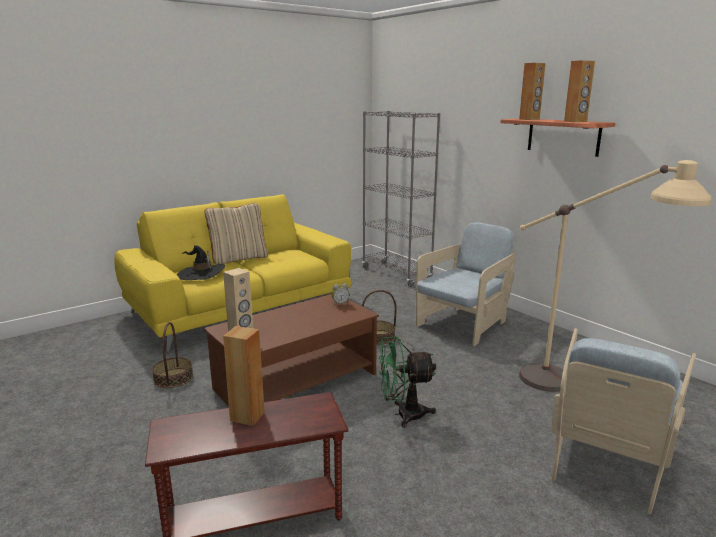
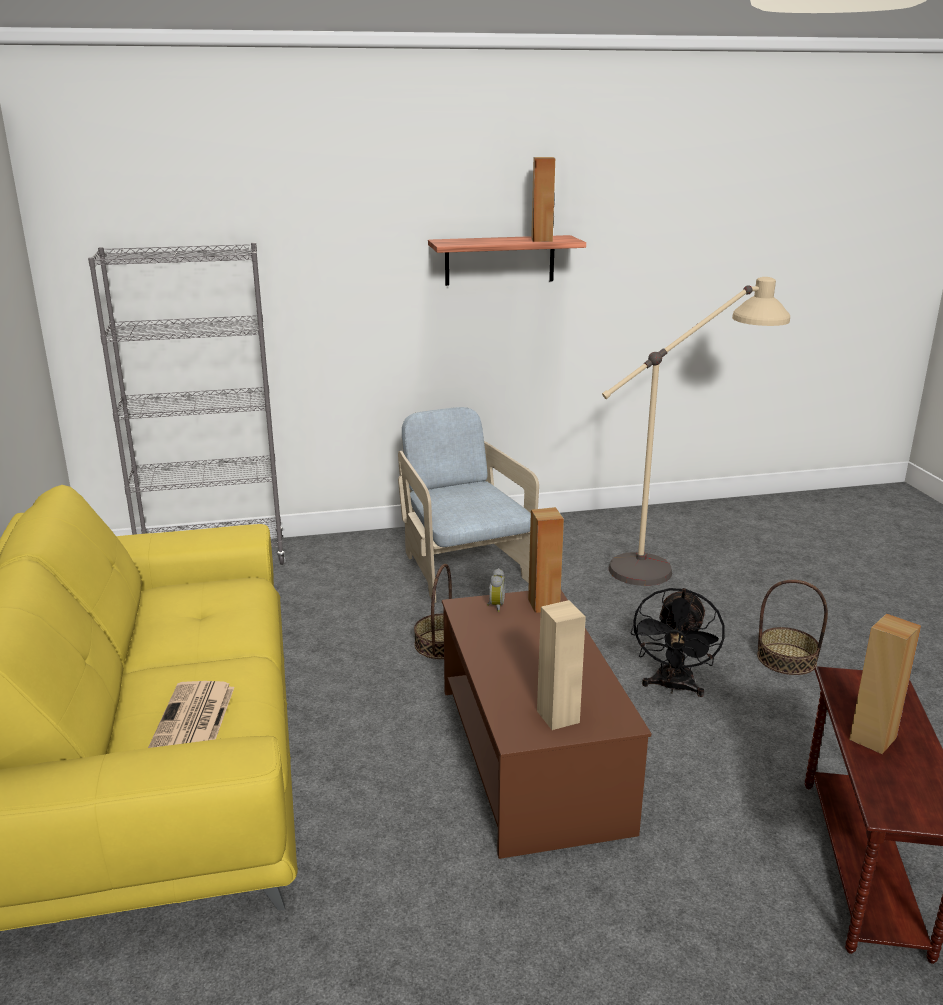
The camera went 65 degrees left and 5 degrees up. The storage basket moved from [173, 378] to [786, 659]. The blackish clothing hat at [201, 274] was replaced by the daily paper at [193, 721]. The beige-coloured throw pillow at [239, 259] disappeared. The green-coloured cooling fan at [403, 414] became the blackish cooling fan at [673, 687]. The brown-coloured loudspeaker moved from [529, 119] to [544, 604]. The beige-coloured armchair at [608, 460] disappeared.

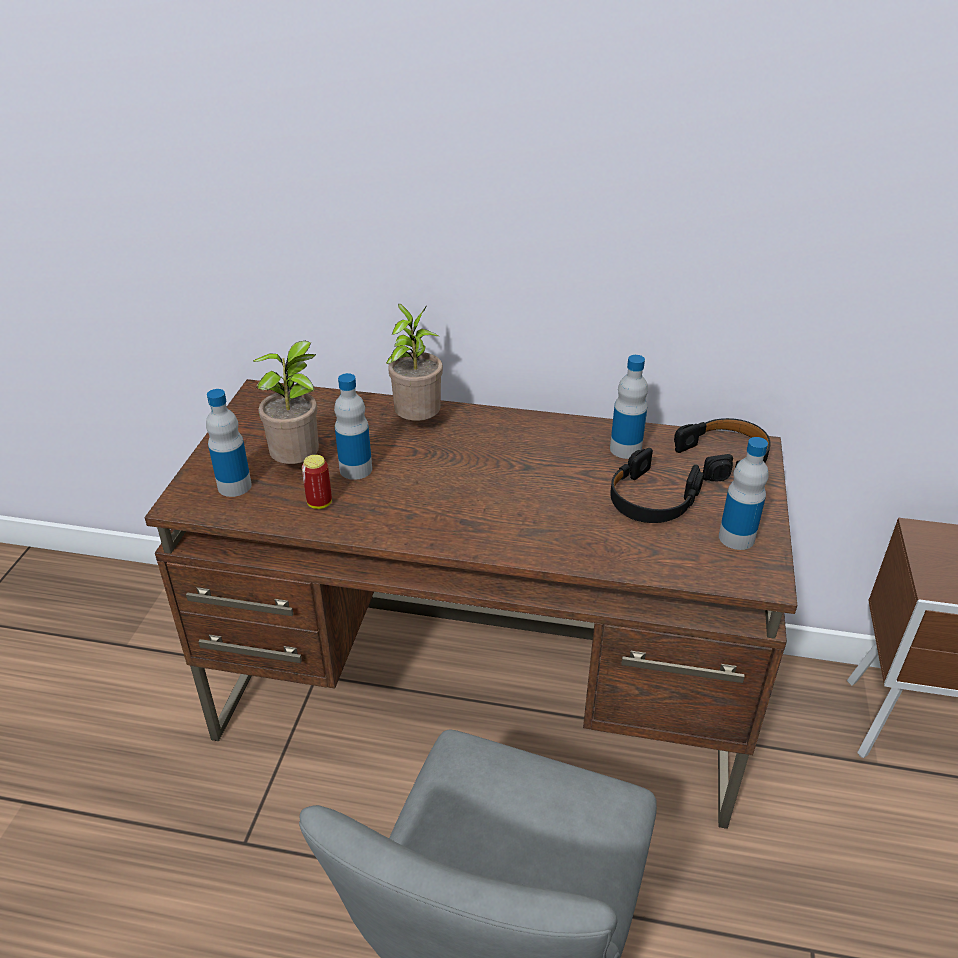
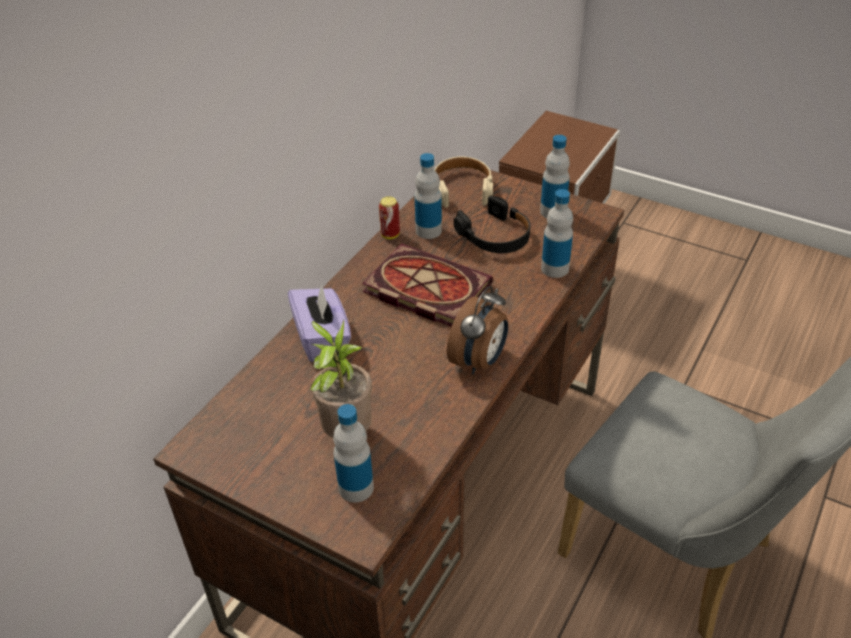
The camera went 70 degrees left and 5 degrees up. The metal can moved from [319, 503] to [390, 235]. The drink bottle moved from [356, 469] to [555, 268]. The potted plant at [417, 422] was replaced by the purple-coloured tissue holder at [322, 338]. The blackish pair of headphones at [724, 457] became the beige-coloured pair of headphones at [462, 188]. The bound book at [423, 289] appeared. The bedside clock at [479, 361] appeared.

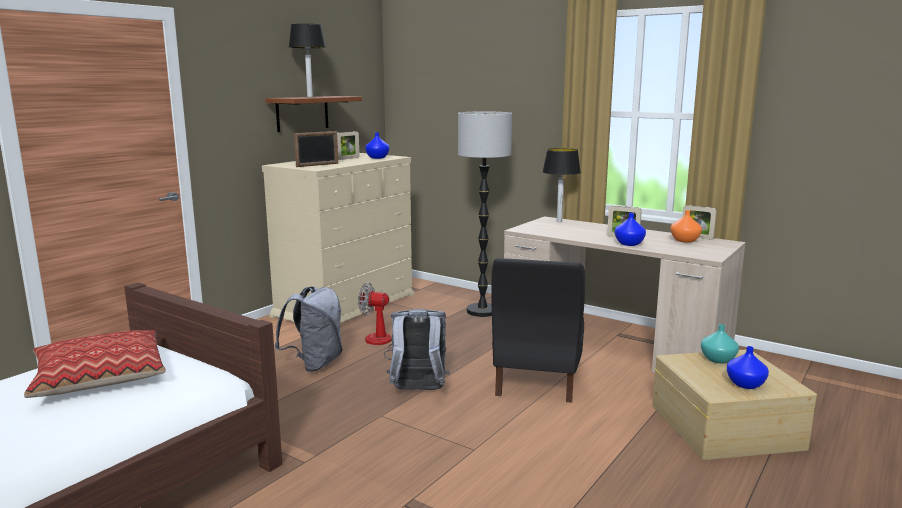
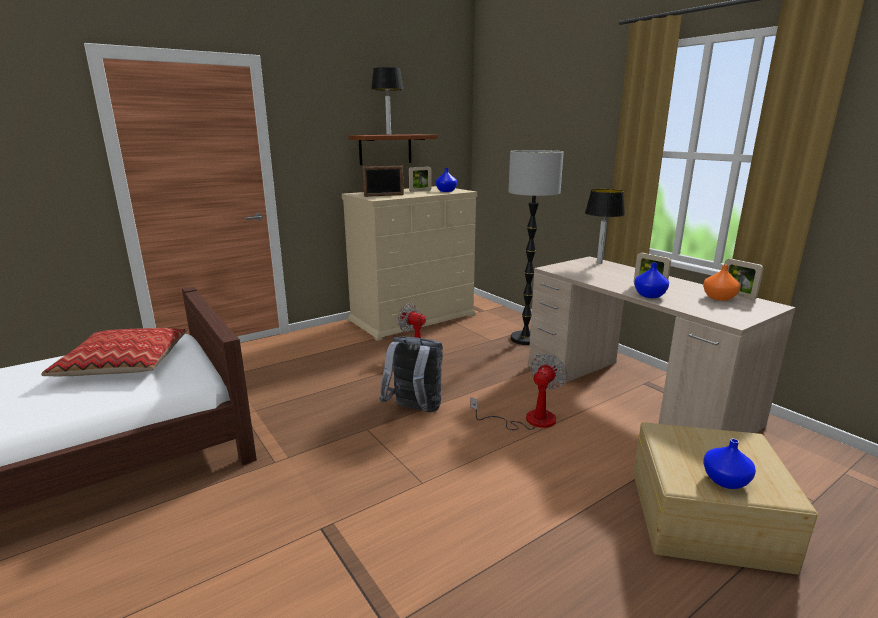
The camera went 20 degrees right and 5 degrees up. The gray knapsack at [315, 364] disappeared. The blackish plain chair at [536, 381] was replaced by the cooling fan at [529, 420]. The turquoise vase at [717, 359] disappeared.

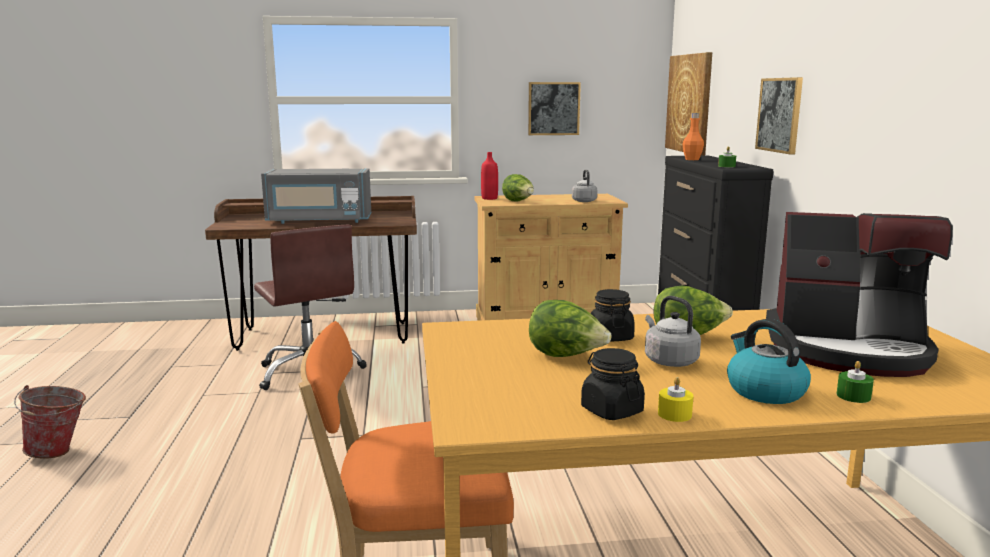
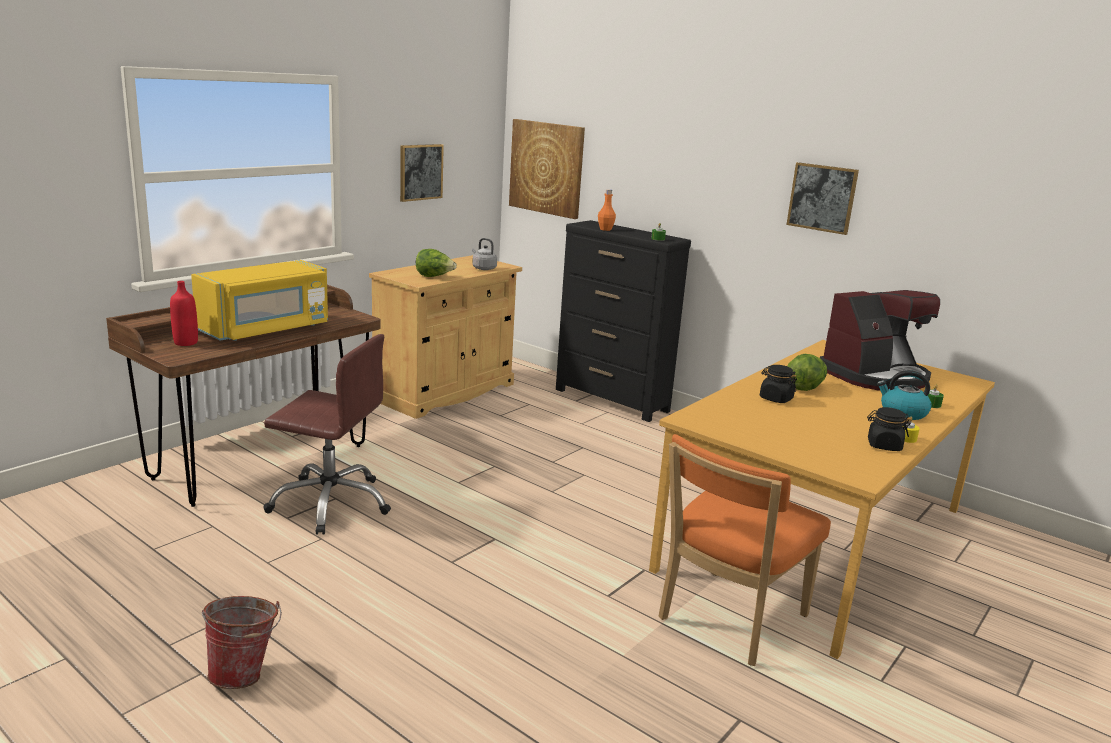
The camera went 45 degrees left and 5 degrees up. The gray kitchen microwave at [319, 221] became the yellow-coloured kitchen microwave at [266, 329]. The red drink bottle moved from [489, 198] to [186, 343]. The lettuce at [566, 356] disappeared. The gray kettle at [668, 360] disappeared. The wall picture moved from [780, 115] to [822, 198].

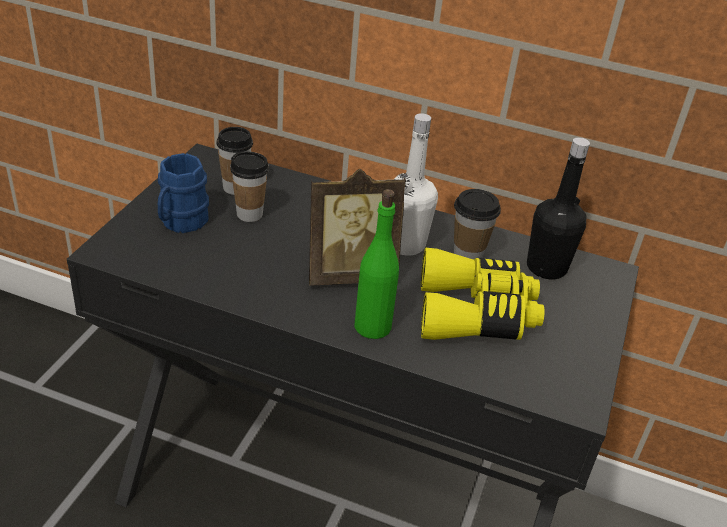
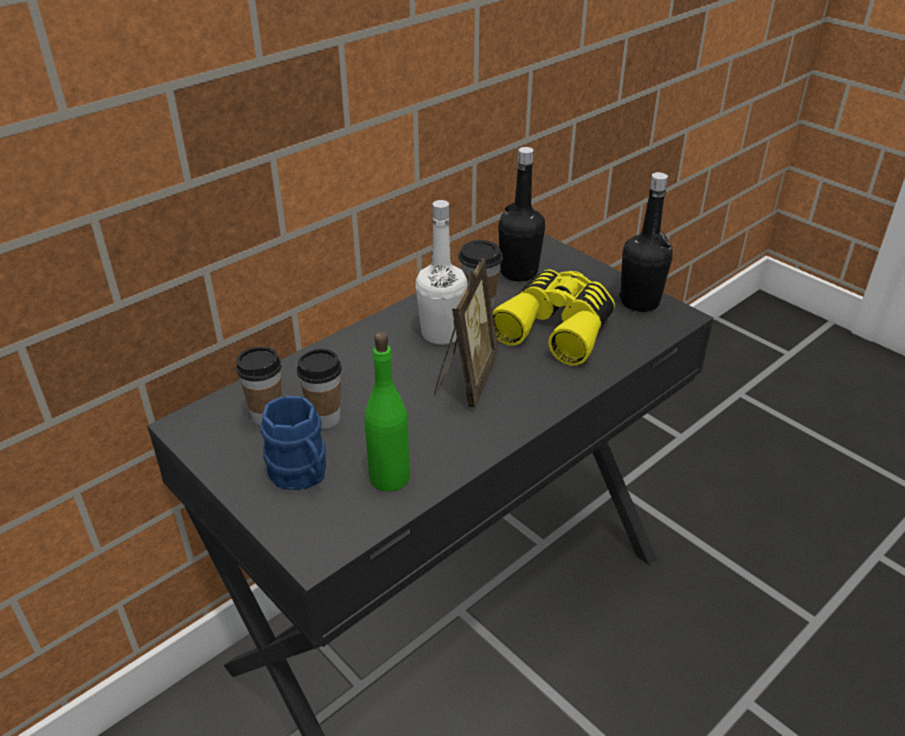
The camera went 60 degrees left and 0 degrees up. The green-coloured drink bottle moved from [372, 326] to [389, 477]. The blackish drink bottle at [639, 302] appeared.

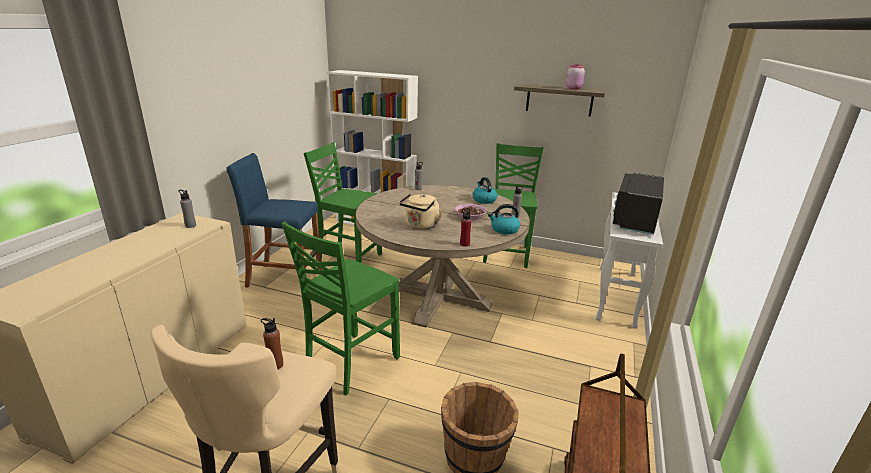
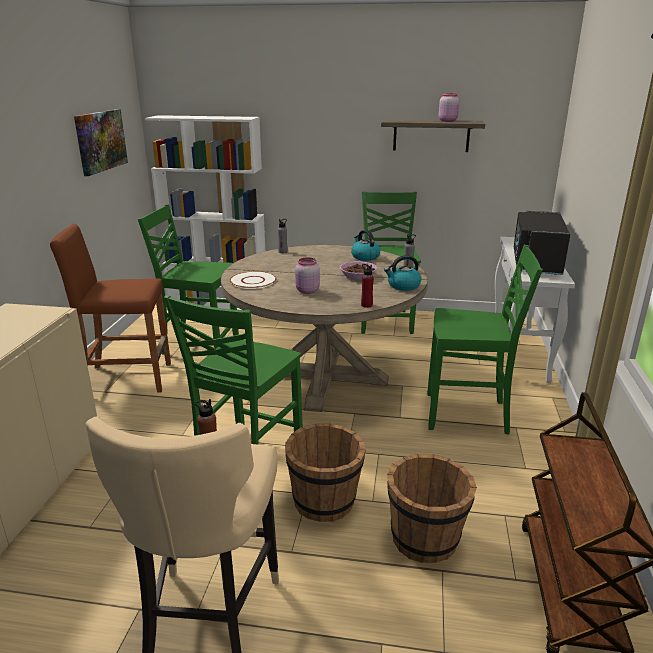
The camera went 10 degrees left and 0 degrees up. The gray drink bottle at [190, 225] disappeared. The blue stool at [284, 278] became the brown-coloured stool at [127, 378]. The beige-coloured kettle at [420, 226] was replaced by the pink jar at [307, 291]. The wall picture at [100, 141] appeared. The white-coloured flat dish at [253, 281] appeared. The brown-coloured water bucket at [325, 501] appeared. The green-coloured plain chair at [468, 415] appeared.

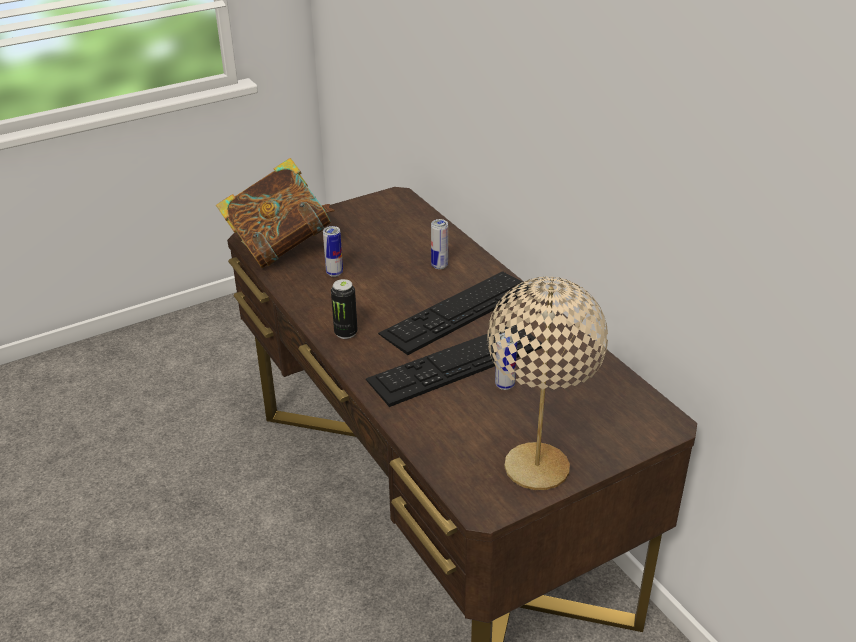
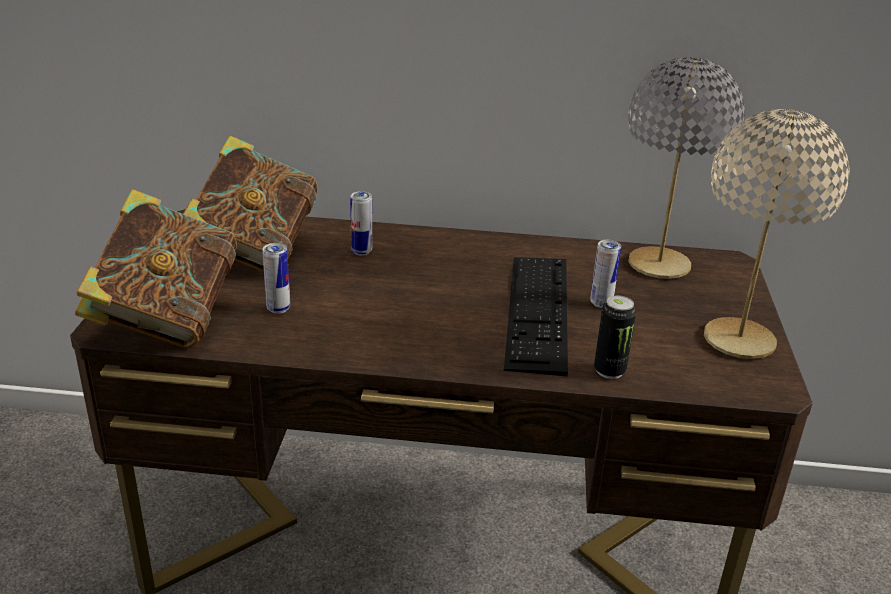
The camera went 55 degrees left and 5 degrees down. The metal can moved from [346, 333] to [609, 371]. The keyboard at [457, 311] disappeared. The bound book at [253, 251] appeared. The gray lamp for a table at [659, 265] appeared.

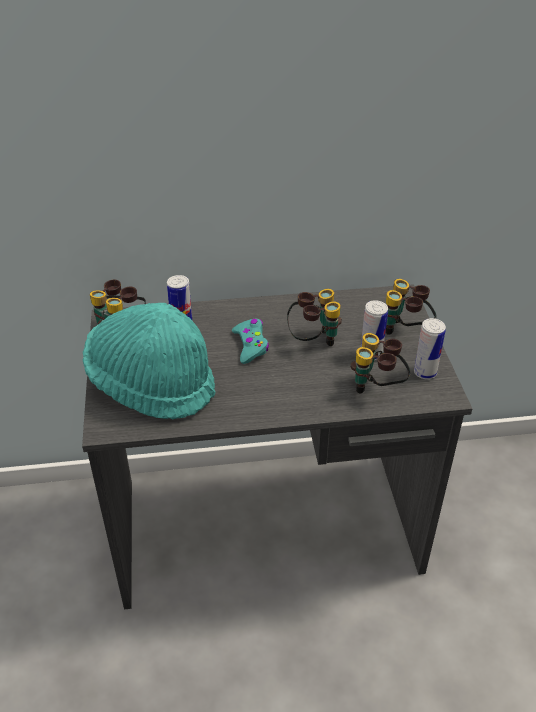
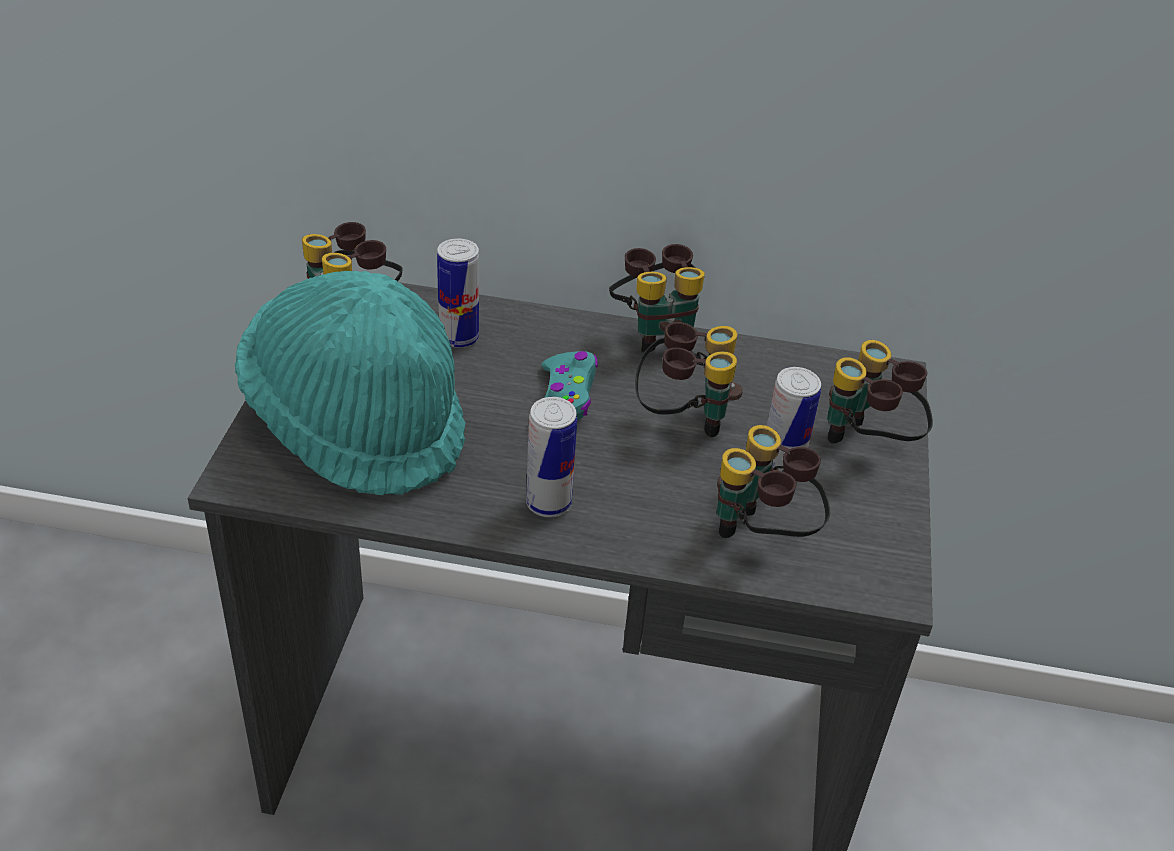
The camera went 15 degrees right and 0 degrees up. The metal can moved from [425, 373] to [548, 503]. The binoculars at [655, 332] appeared.

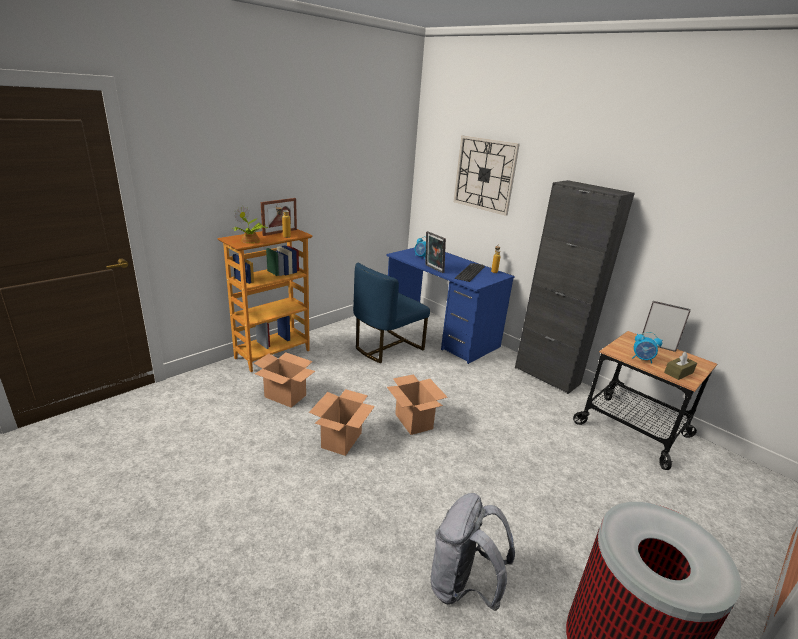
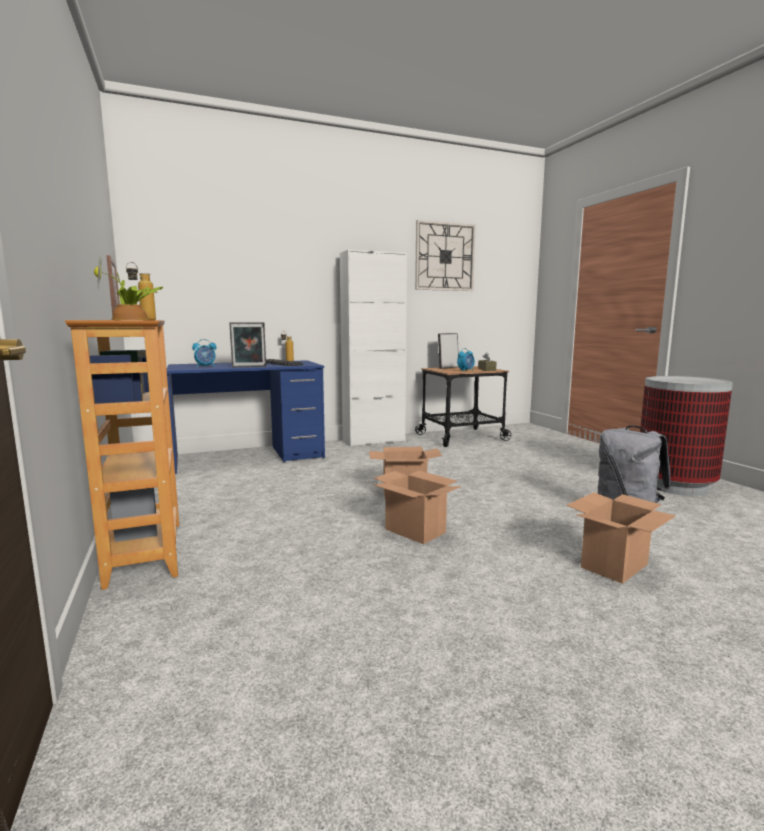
The camera went 65 degrees left and 15 degrees down. The packing box moved from [286, 396] to [614, 565]. The blue plain chair at [386, 347] disappeared. The clock on the wall moved from [485, 174] to [445, 257]. The blackish storage cabinet at [547, 376] became the white-coloured storage cabinet at [373, 441].

